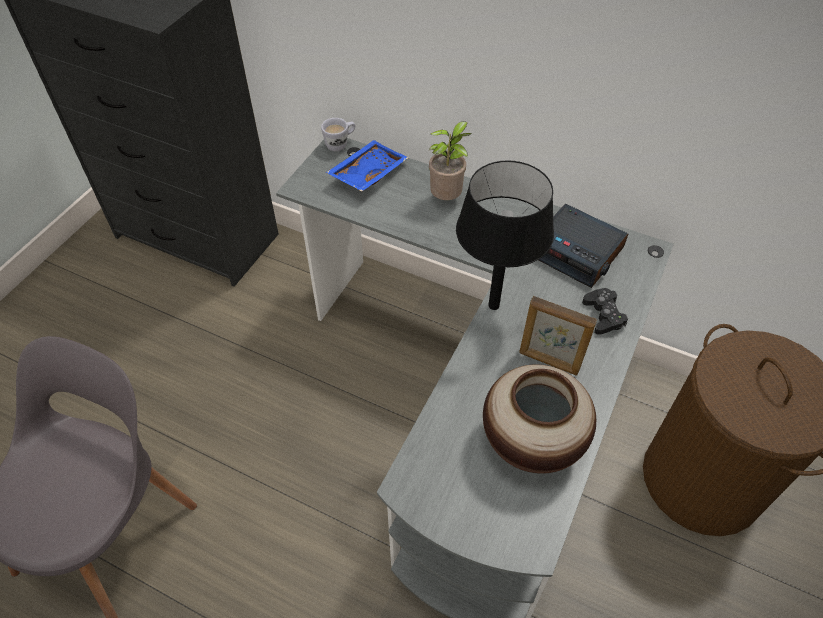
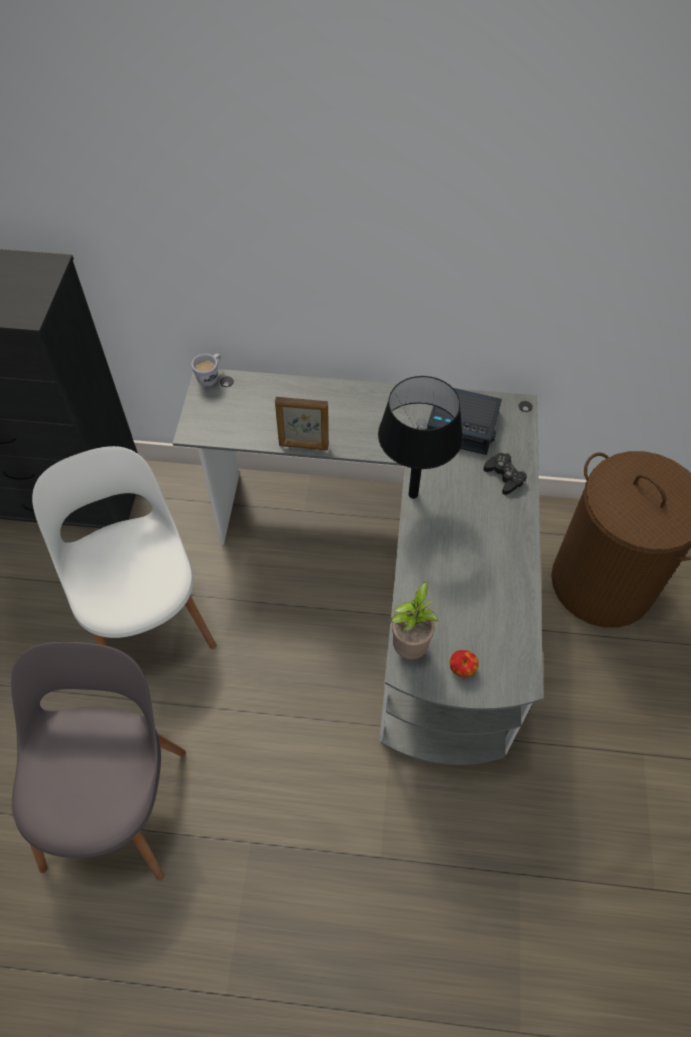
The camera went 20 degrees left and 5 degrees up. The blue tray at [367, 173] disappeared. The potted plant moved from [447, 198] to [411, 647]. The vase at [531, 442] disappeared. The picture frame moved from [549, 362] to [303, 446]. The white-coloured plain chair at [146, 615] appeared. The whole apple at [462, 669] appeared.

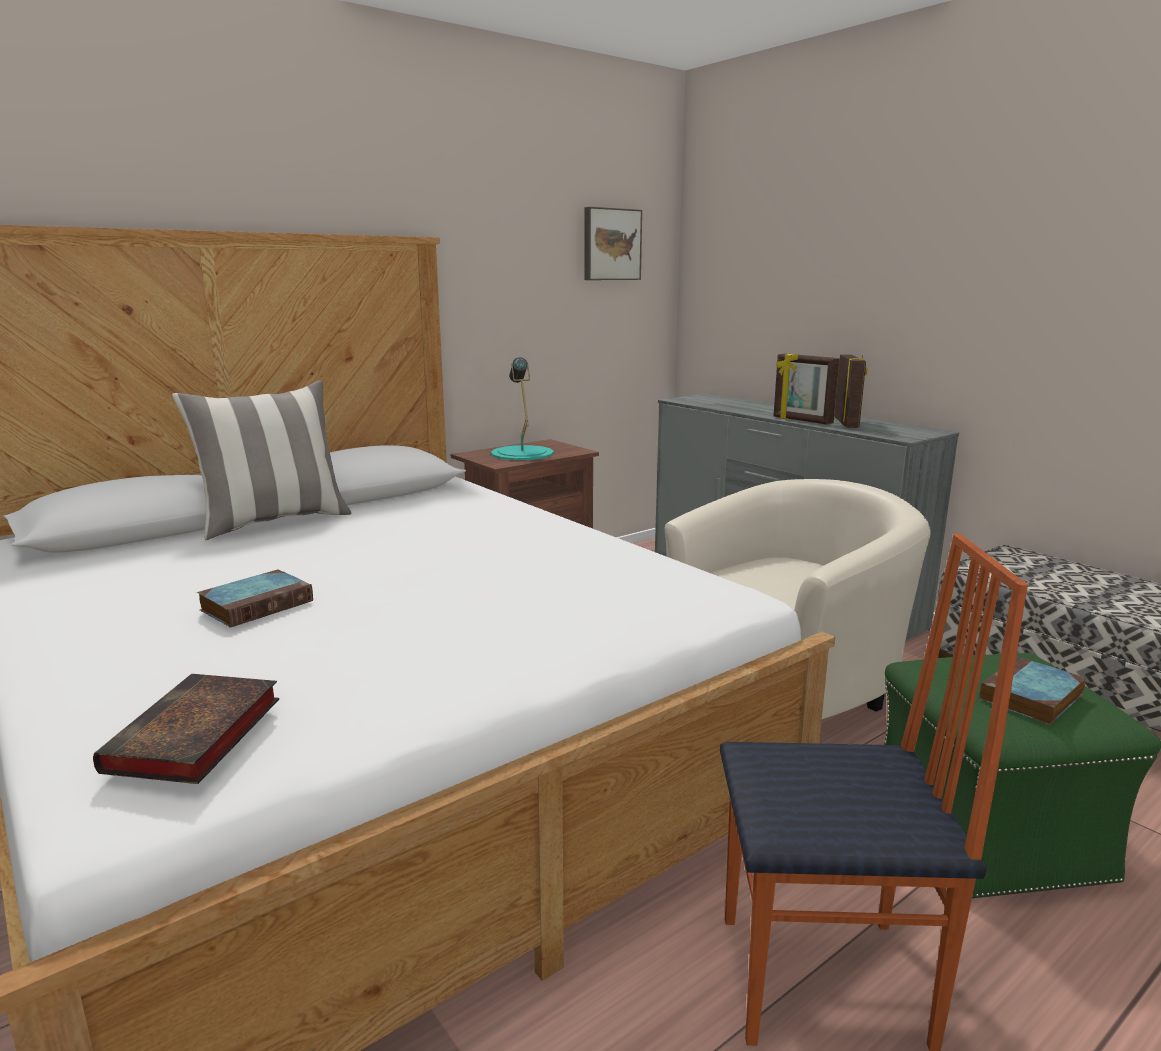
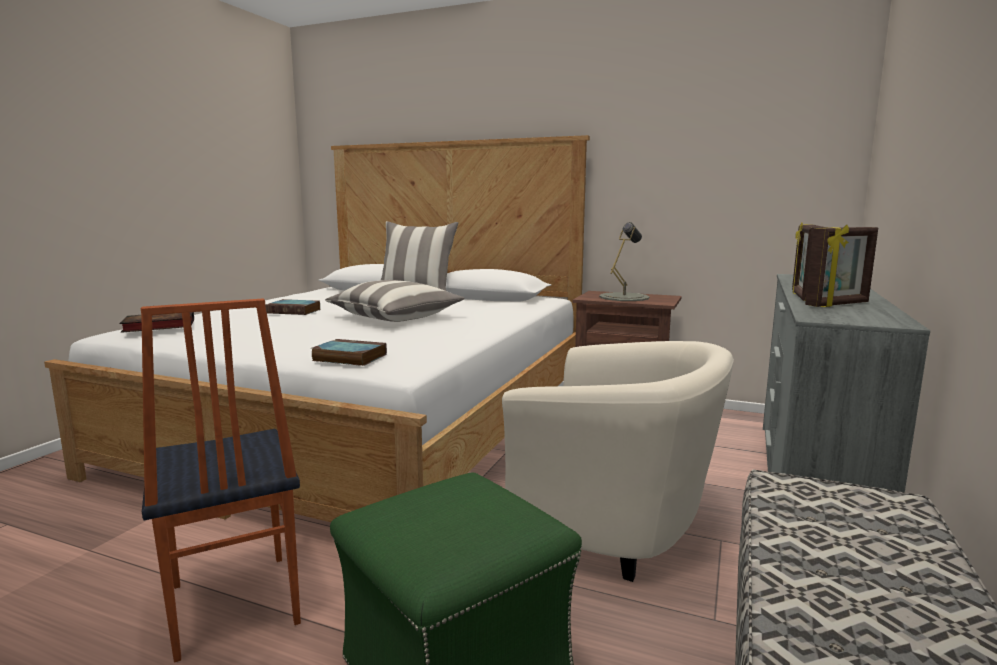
The camera went 60 degrees right and 5 degrees down. The turquoise lamp for a table at [522, 453] became the gray lamp for a table at [624, 297]. The wall picture at [610, 244] disappeared. The bound book moved from [1031, 698] to [348, 357]. The throw pillow at [395, 317] appeared.

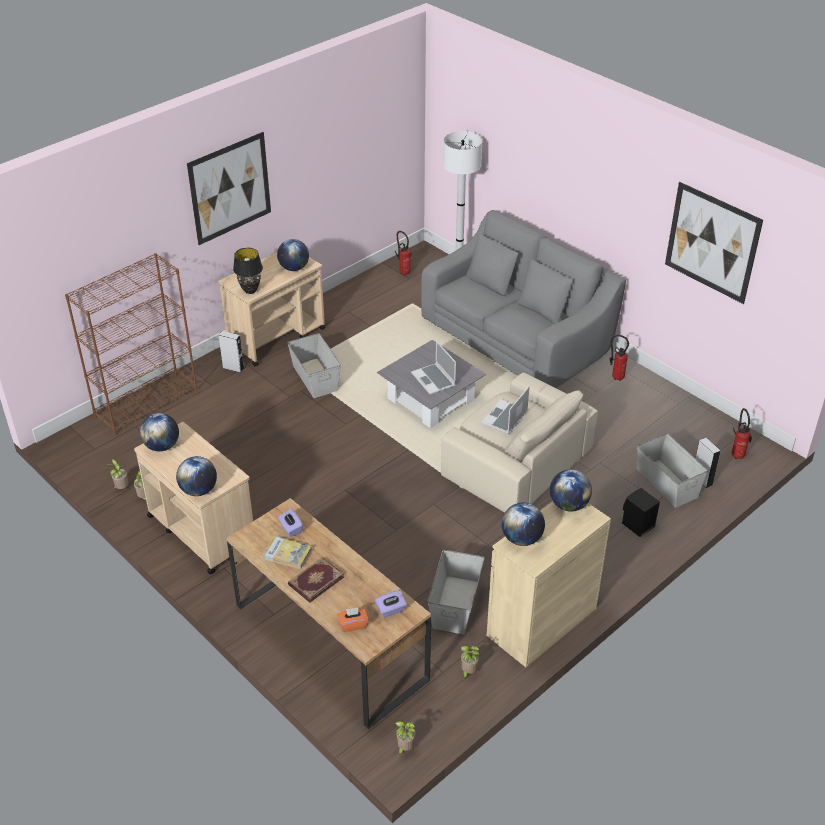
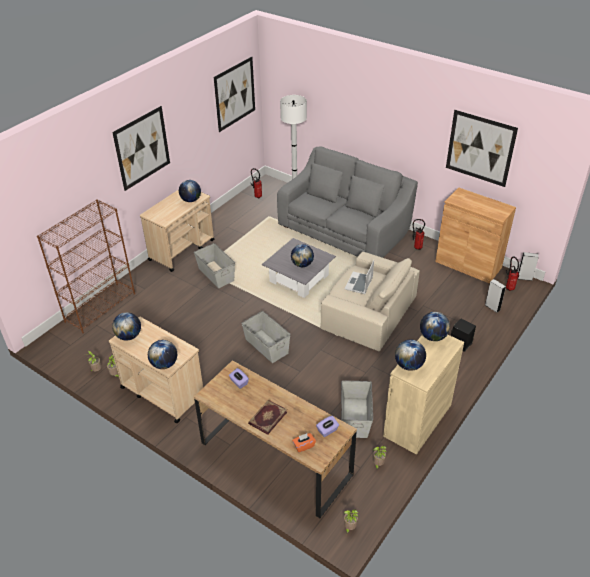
The camera went 10 degrees left and 0 degrees up. The gray loudspeaker moved from [233, 368] to [524, 278]. The blackish lamp for a table at [250, 290] disappeared. The bound book at [287, 554] disappeared. The laptop at [434, 380] was replaced by the globe at [302, 264]. The gray storage bin moved from [666, 483] to [266, 346]. The wall picture at [235, 94] appeared. The brown-coloured storage cabinet at [468, 264] appeared.

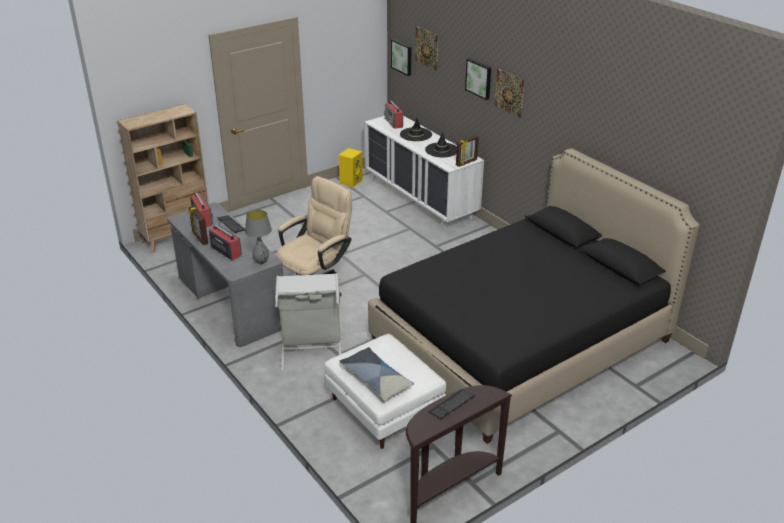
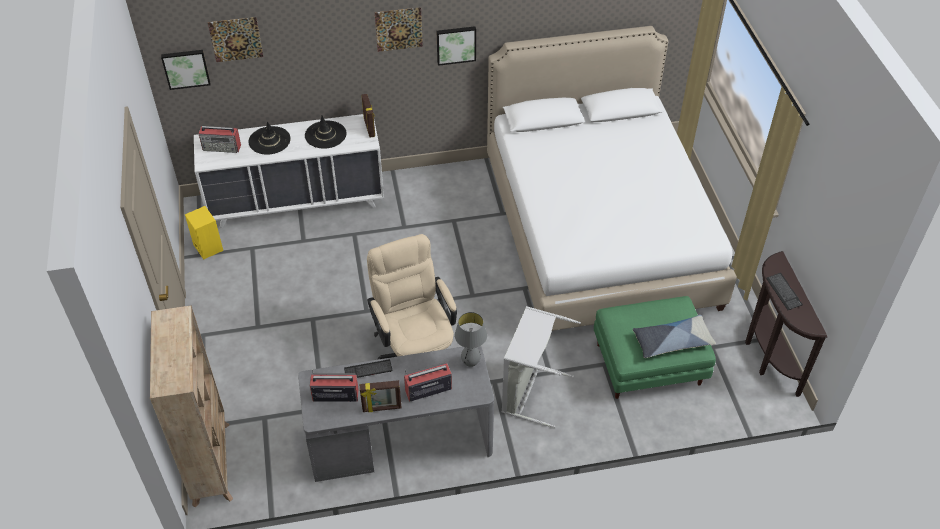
The camera went 65 degrees left and 15 degrees up. The white-coloured ottoman at [385, 409] became the green-coloured ottoman at [649, 363]. The blackish bed at [520, 341] became the white-coloured bed at [598, 231]. The wall picture moved from [479, 78] to [456, 44].

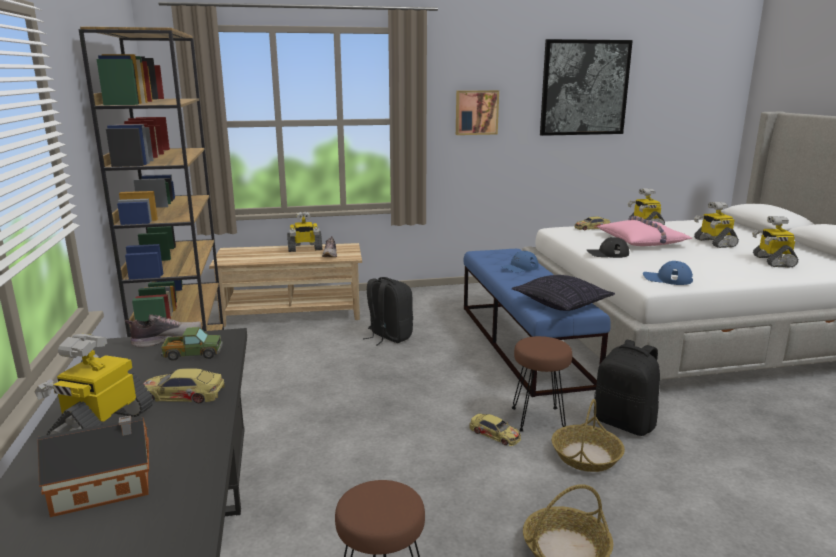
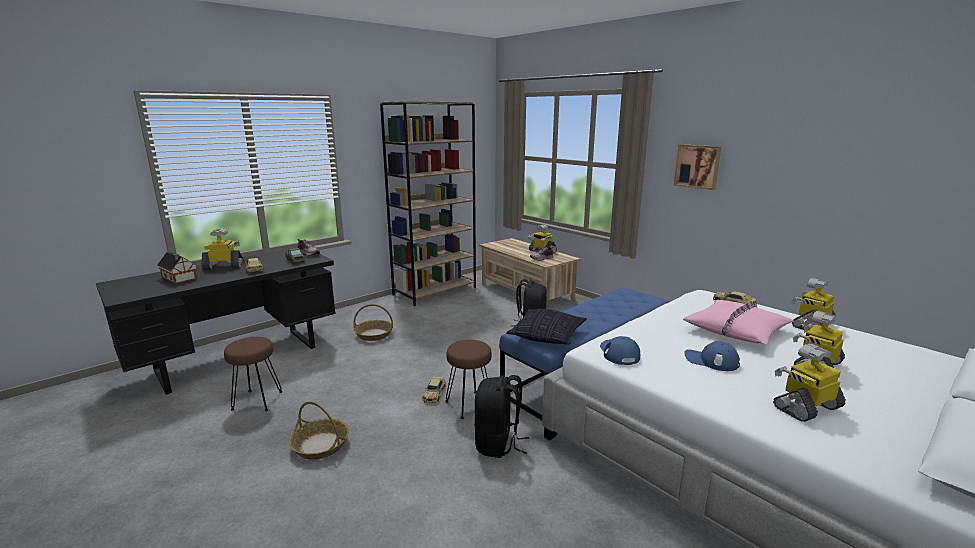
The camera went 60 degrees right and 0 degrees up. The blue baseball cap moved from [520, 267] to [711, 360]. The wall picture at [584, 88] disappeared. The storage basket moved from [586, 456] to [374, 334]. The blackish baseball cap at [607, 253] disappeared.

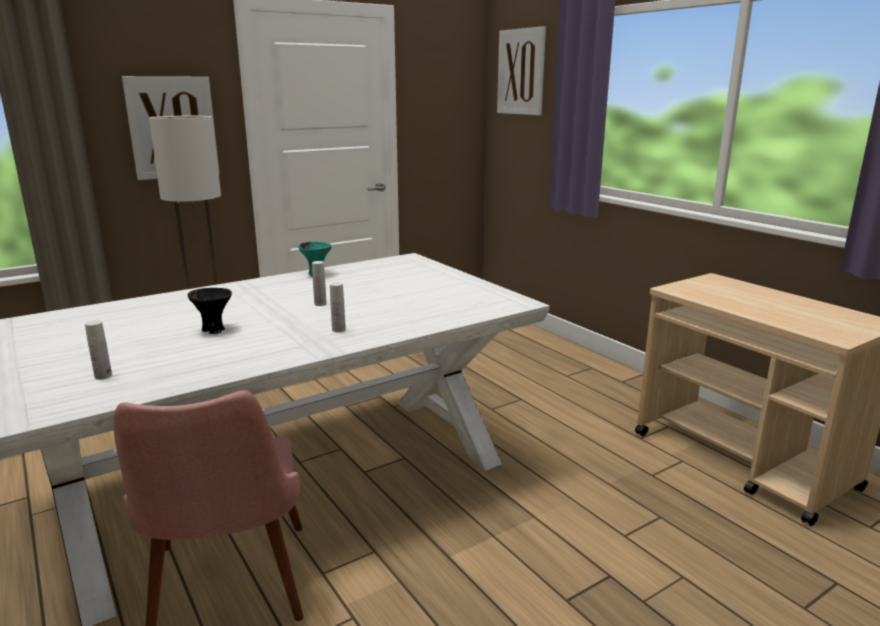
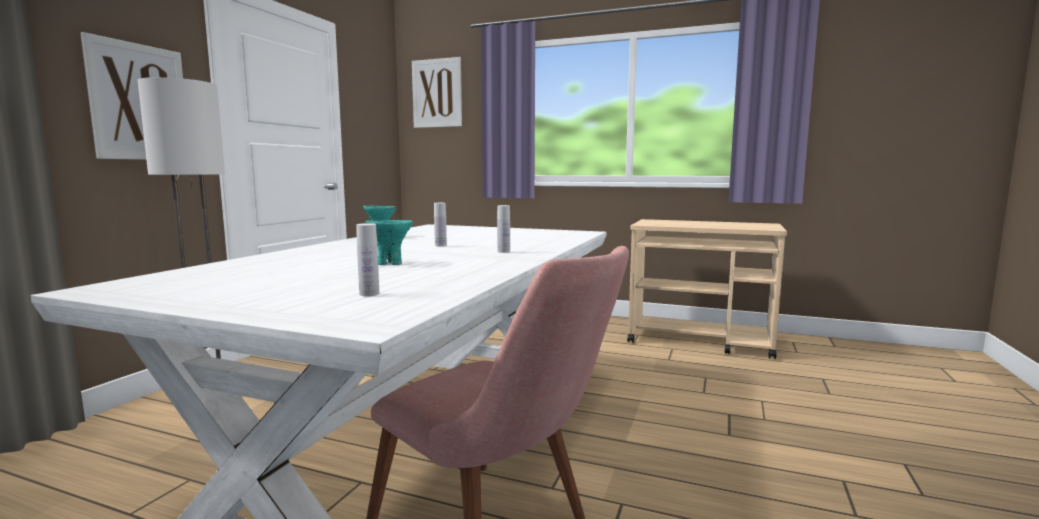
The camera went 35 degrees left and 10 degrees down. The blackish bowl at [213, 330] became the turquoise bowl at [390, 263].

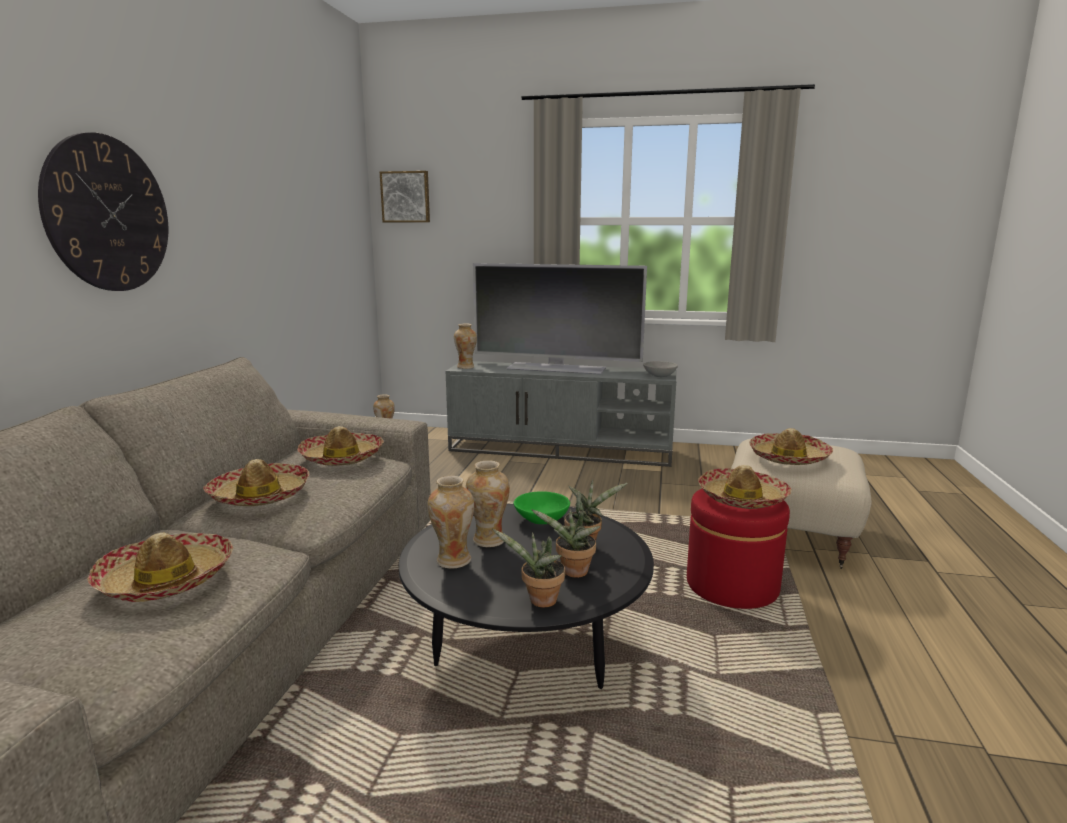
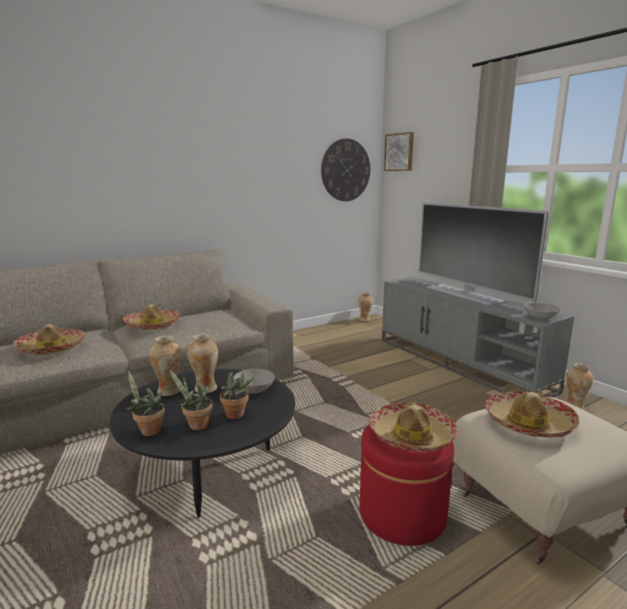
The camera went 45 degrees right and 0 degrees up. The clock on the wall moved from [108, 214] to [346, 170]. The clothing hat at [342, 458] disappeared. The vase moved from [466, 367] to [574, 406]. The green-coloured bowl at [541, 520] became the gray bowl at [254, 390].

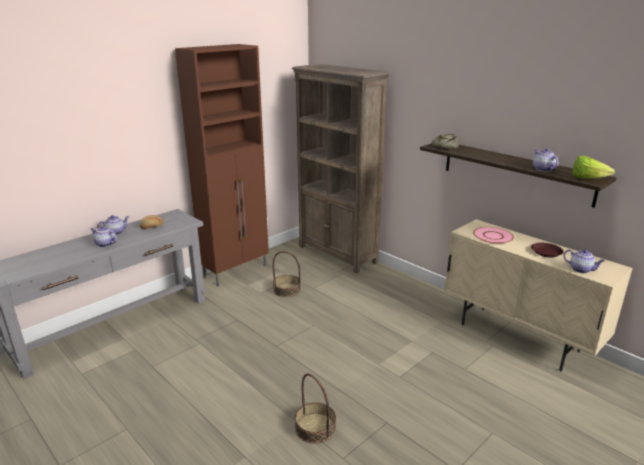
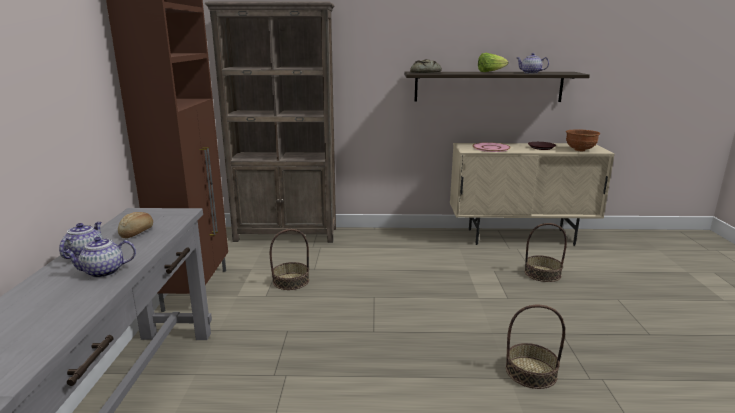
The camera went 45 degrees left and 5 degrees down. The tea pot at [581, 269] was replaced by the brown-coloured bowl at [580, 150]. The lettuce moved from [587, 179] to [490, 72]. The storage basket at [542, 274] appeared.

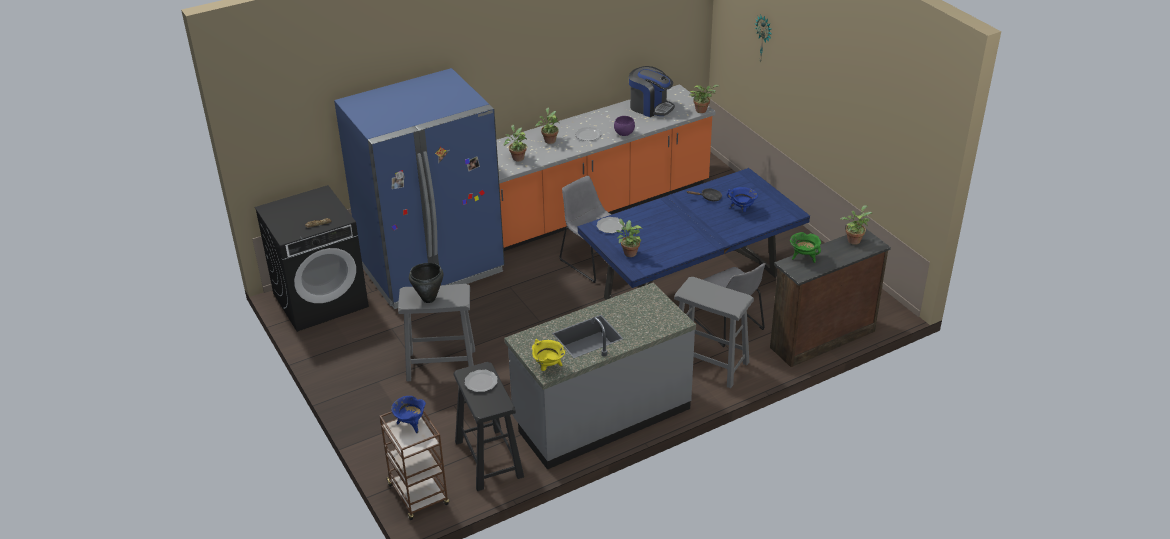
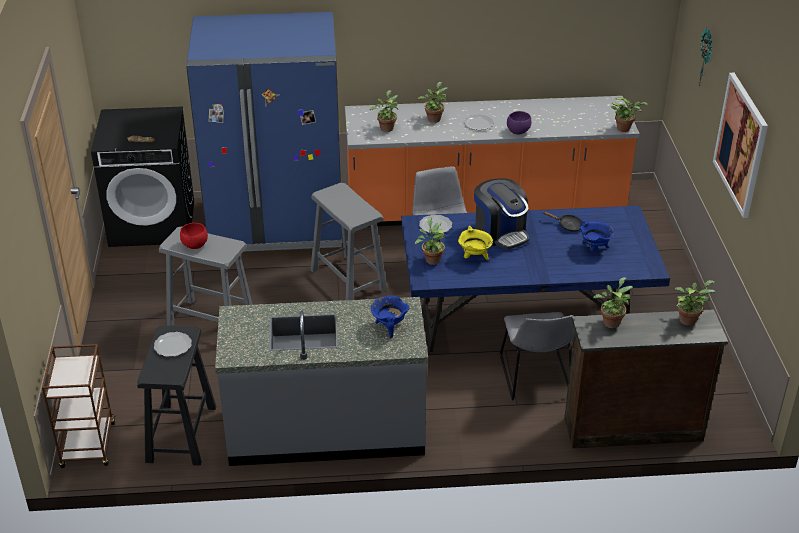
The camera went 25 degrees right and 0 degrees up. The blue stockpot moved from [410, 424] to [389, 327]. The blackish stockpot at [429, 299] was replaced by the red bowl at [195, 246]. The yellow-coloured stockpot moved from [548, 367] to [474, 257]. The coffee maker moved from [650, 107] to [500, 233]. The gray stool moved from [708, 364] to [348, 279]. The green-coloured stockpot at [804, 257] was replaced by the potted plant at [611, 321]. The wall picture at [741, 144] appeared.

